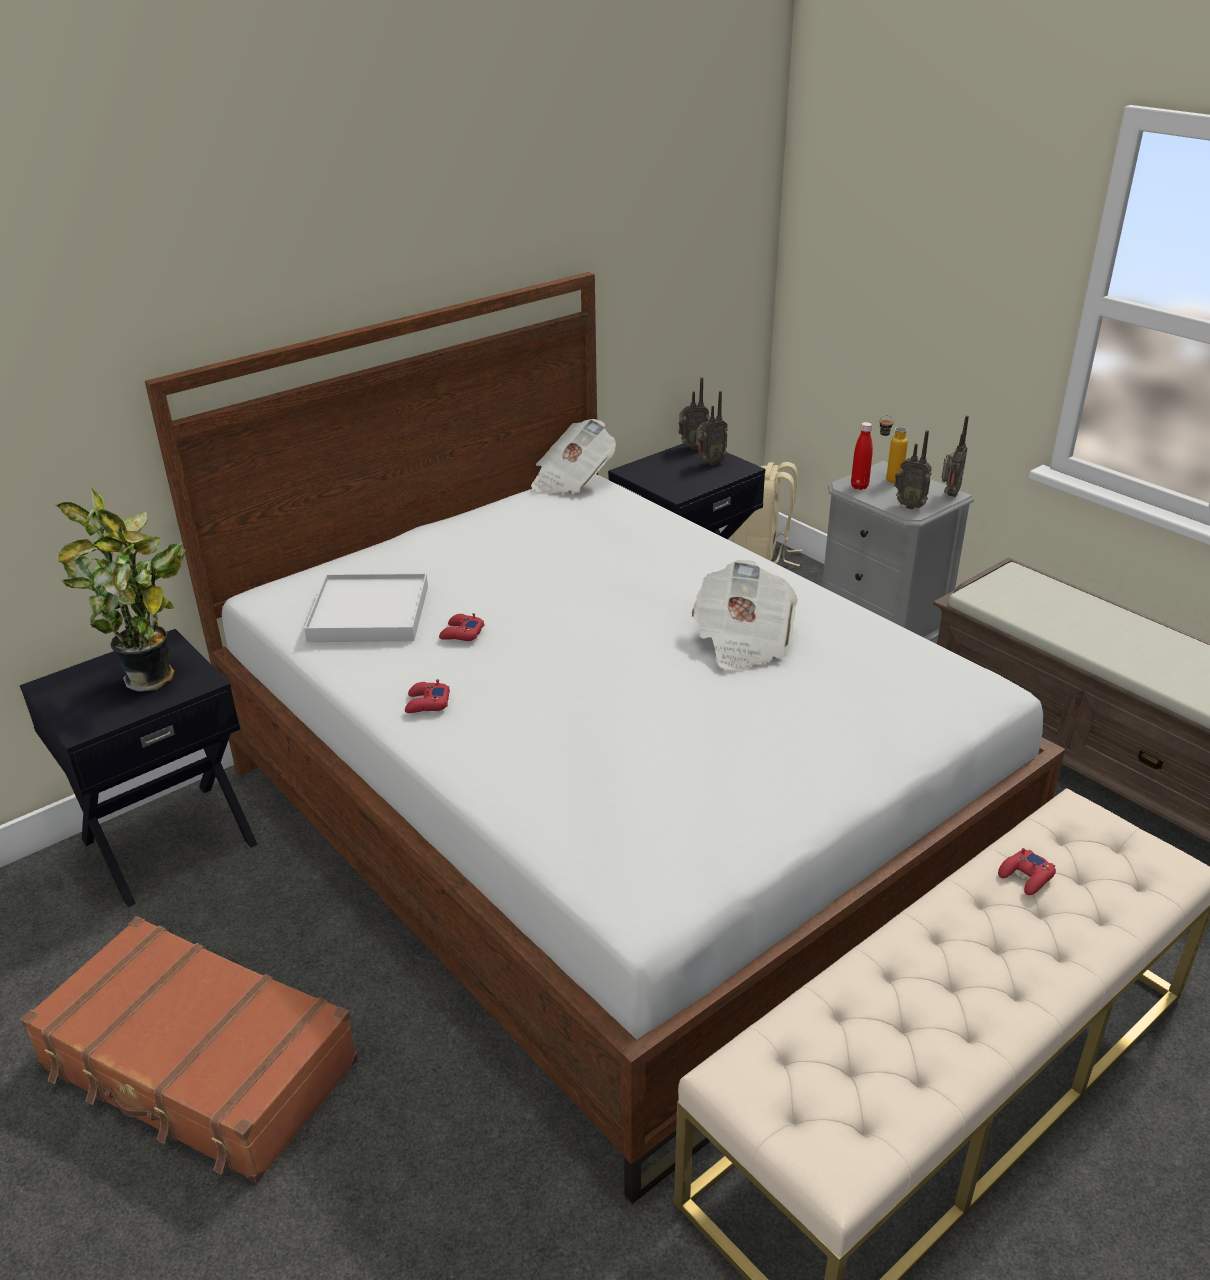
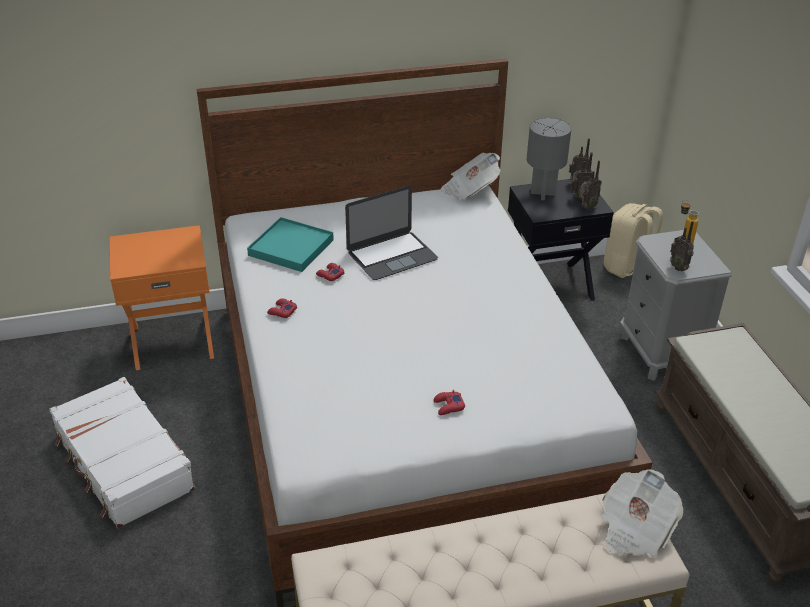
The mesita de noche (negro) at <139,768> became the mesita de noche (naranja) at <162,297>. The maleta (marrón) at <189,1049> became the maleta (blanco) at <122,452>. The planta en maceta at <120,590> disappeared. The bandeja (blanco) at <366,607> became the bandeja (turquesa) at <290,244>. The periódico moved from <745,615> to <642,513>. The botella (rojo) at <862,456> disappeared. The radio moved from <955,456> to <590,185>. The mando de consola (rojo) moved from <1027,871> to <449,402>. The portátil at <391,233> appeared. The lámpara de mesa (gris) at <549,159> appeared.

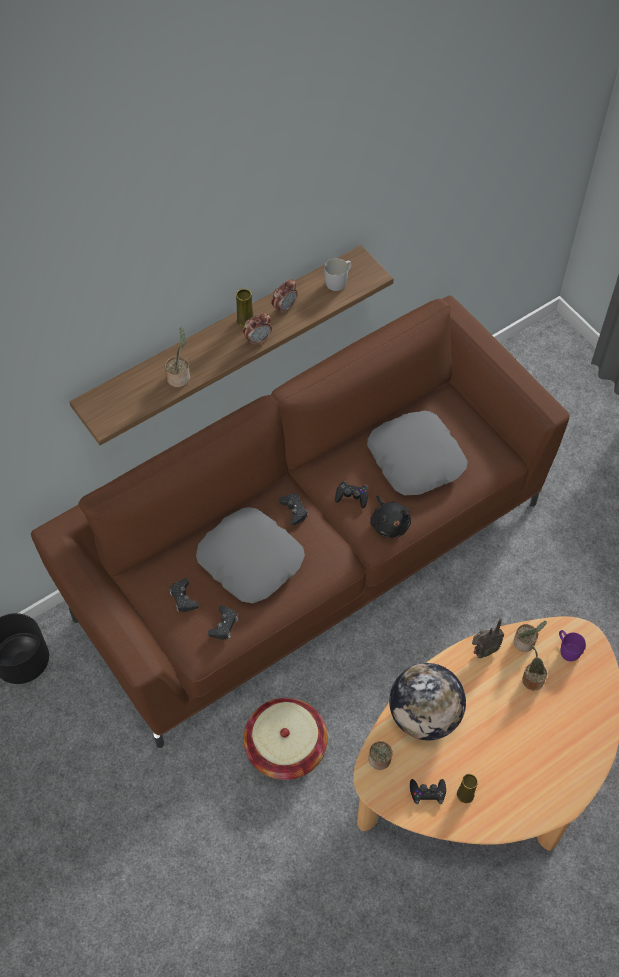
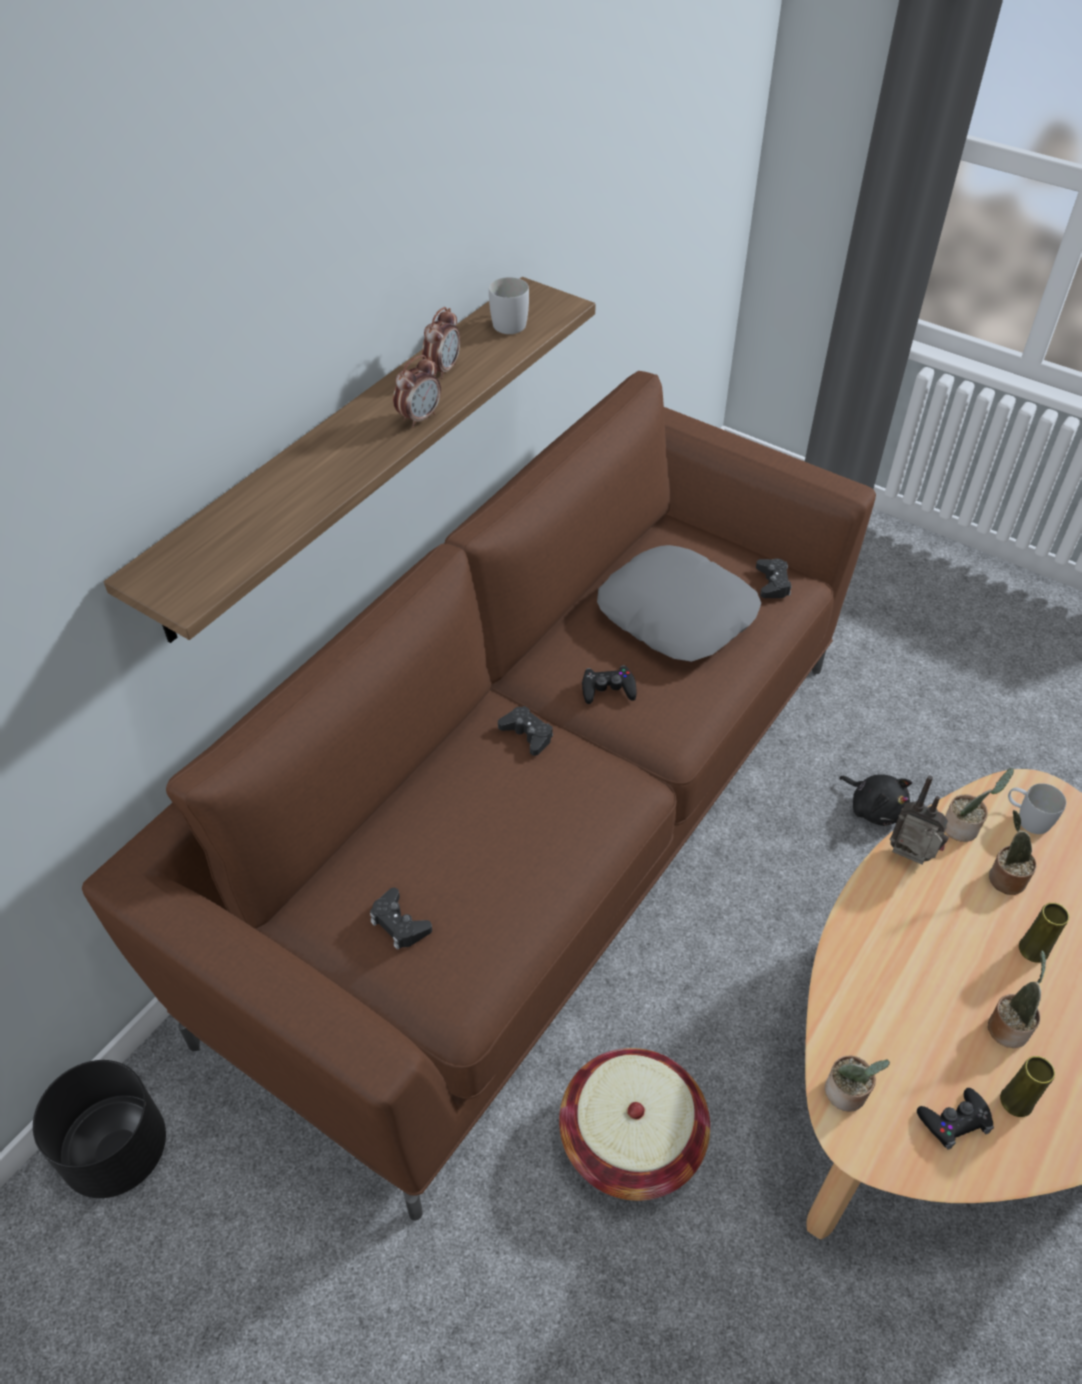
The planta en maceta moved from <177,357> to <1017,999>. The cojín (gris) at <250,555> disappeared. The mando de consola (negro) moved from <223,622> to <774,578>. The florero (amarillo) moved from <245,308> to <1044,933>. The peluche (negro) moved from <390,517> to <875,800>. The globo terráqueo at <427,701> disappeared. The radio at <488,638> turned 105 degrees counterclockwise. The taza grande (morado) at <572,645> became the taza grande (blanco) at <1037,808>.

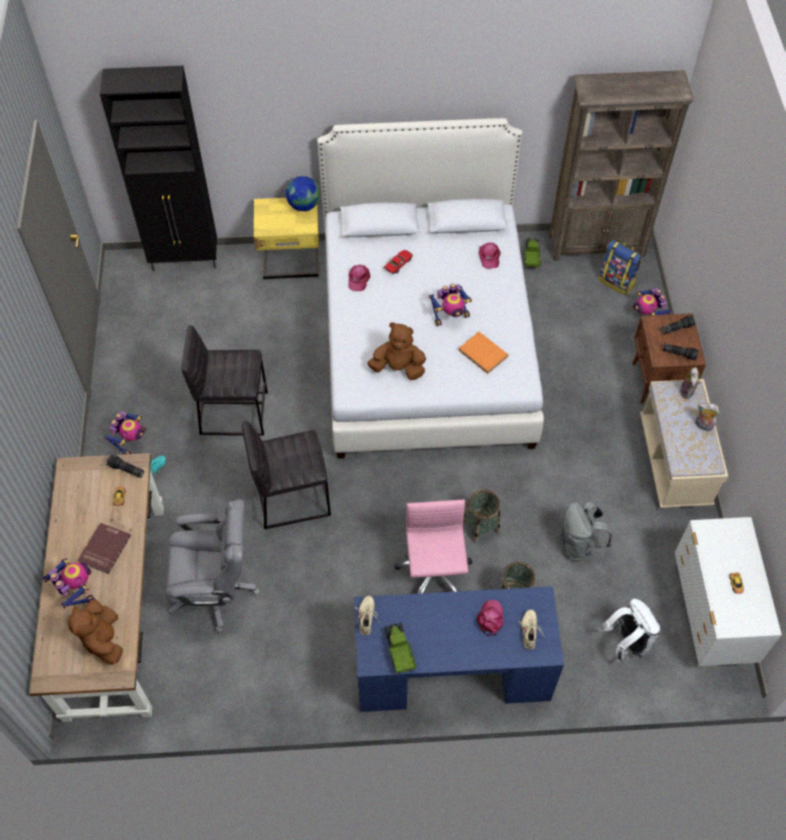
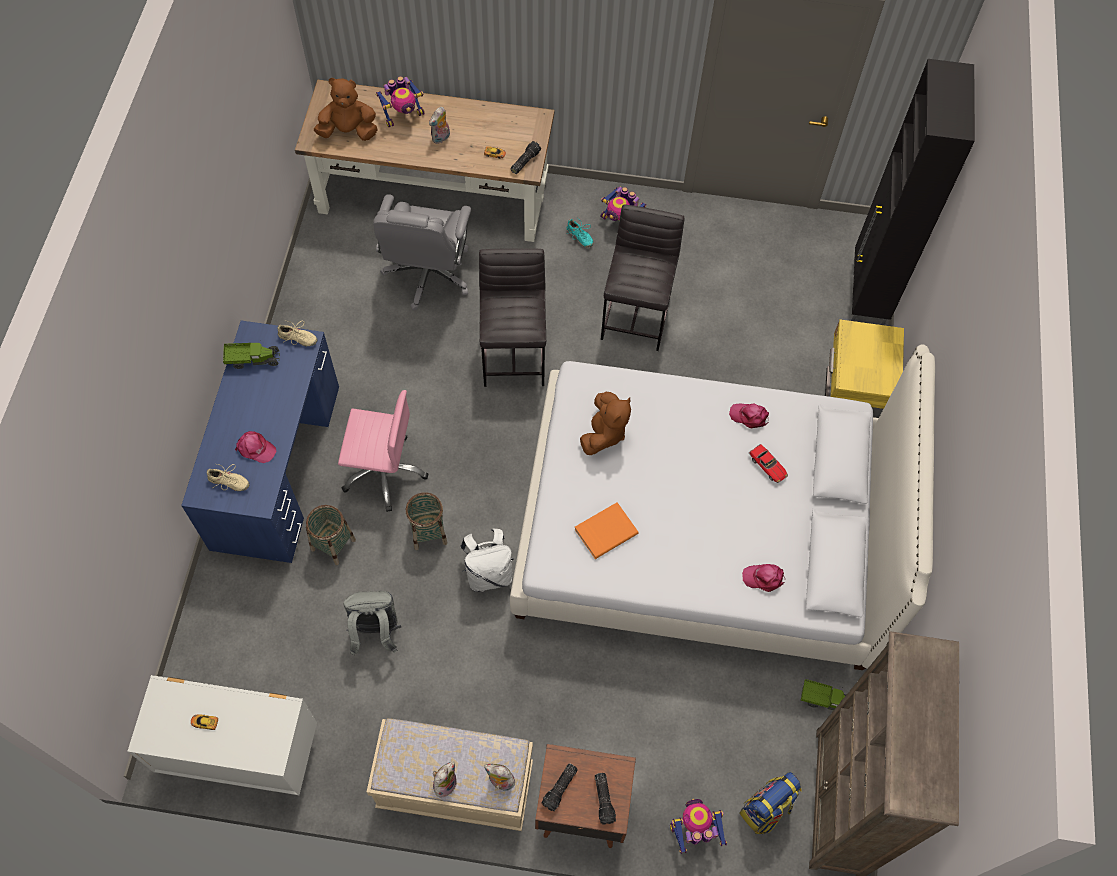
The libro (rojo) at <104,548> was replaced by the peluche at <439,125>. The globo terráqueo at <303,193> disappeared. The robot de juguete at <450,305> disappeared. The mochila (blanco) moved from <630,631> to <487,560>.

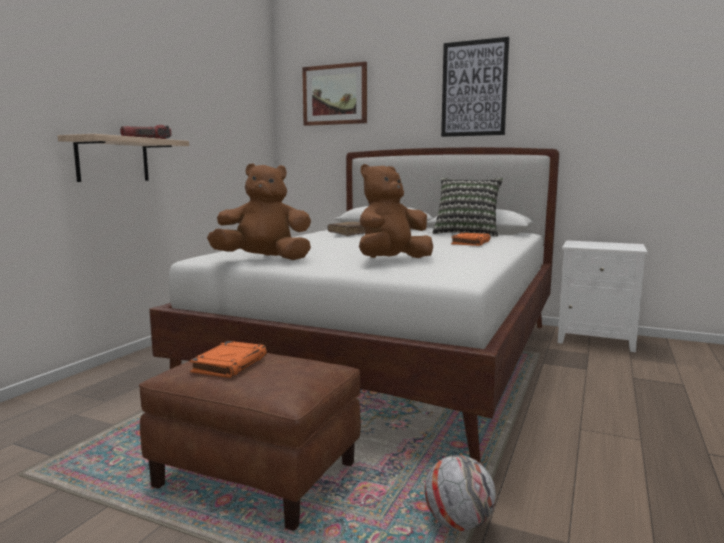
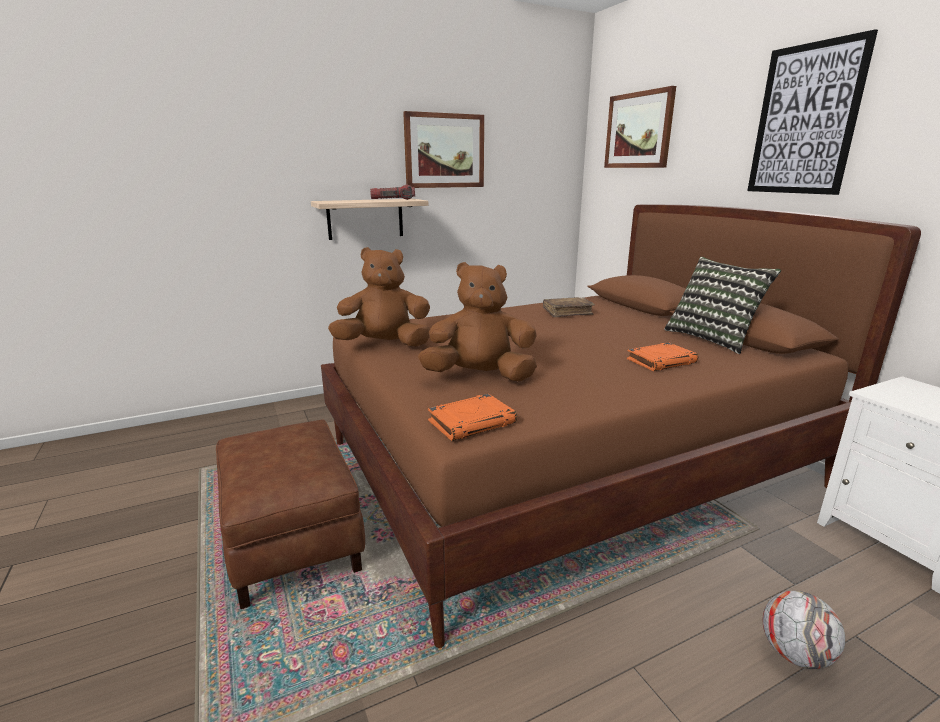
The cama (blanco) at <354,305> became the cama (marrón) at <621,426>. The libro (naranja) moved from <228,359> to <472,417>. The peluche (marrón) at <259,212> turned 45 degrees counterclockwise. The balón de fútbol moved from <460,493> to <804,630>. The cuadro at <443,149> appeared.

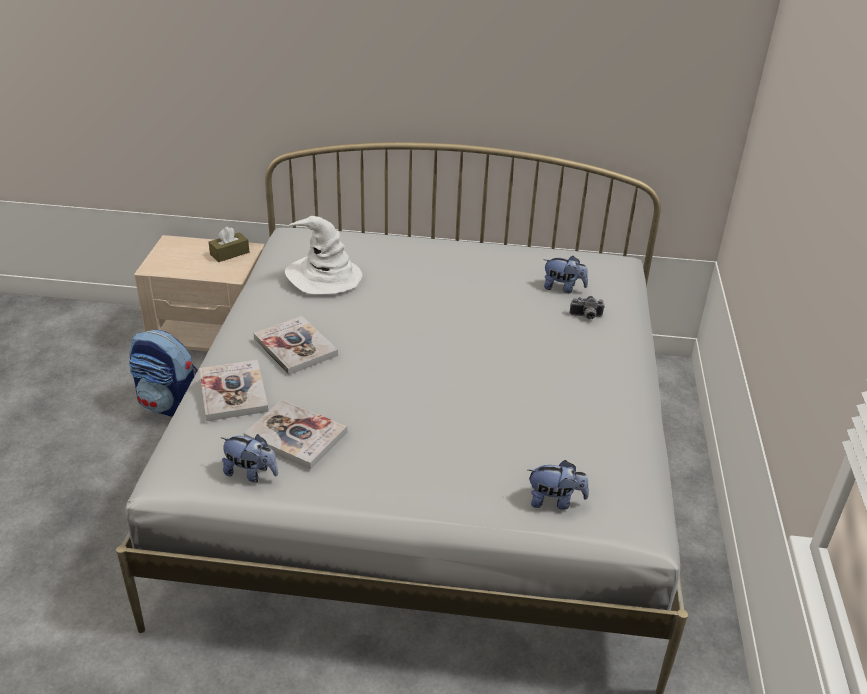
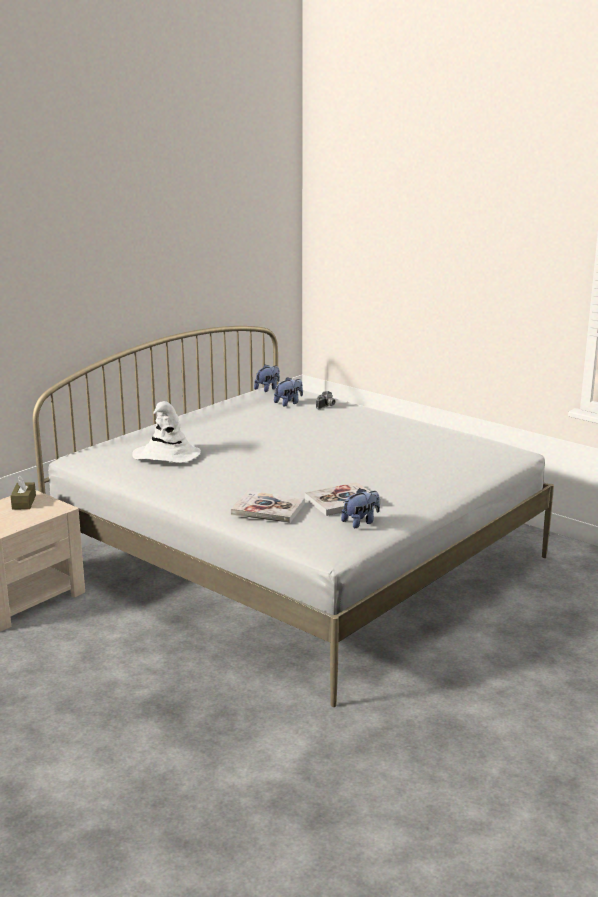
The mochila at <163,373> disappeared. The libro at <296,345> disappeared. The peluche moved from <558,485> to <267,378>.

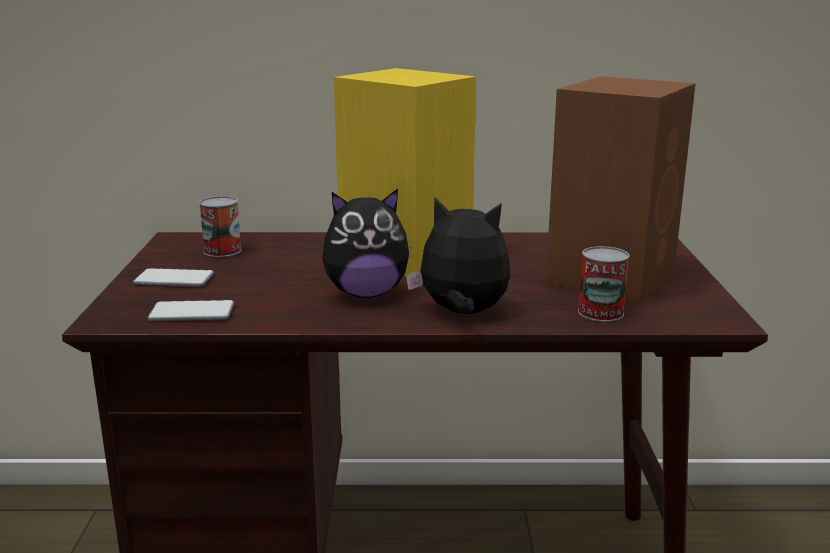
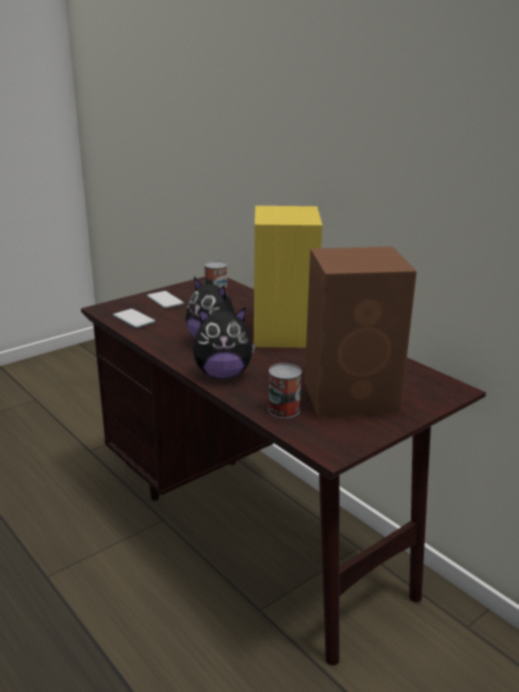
The peluche at <458,256> turned 105 degrees clockwise.

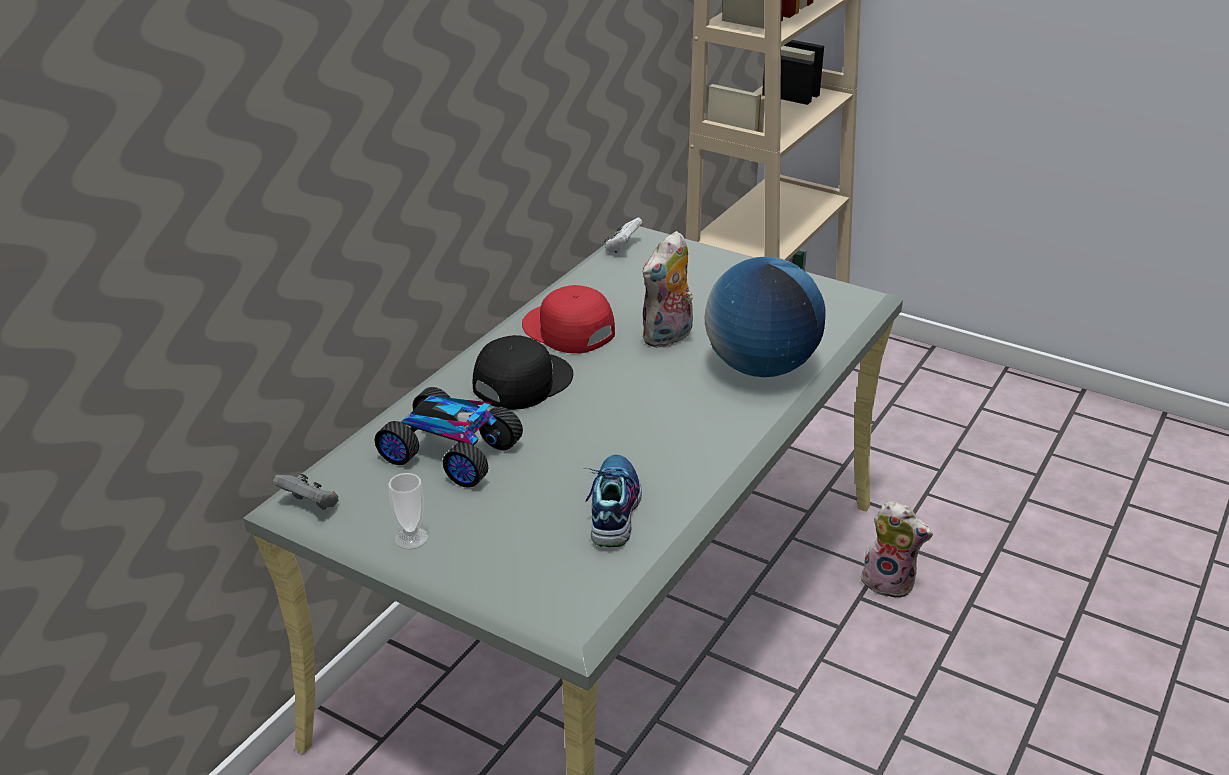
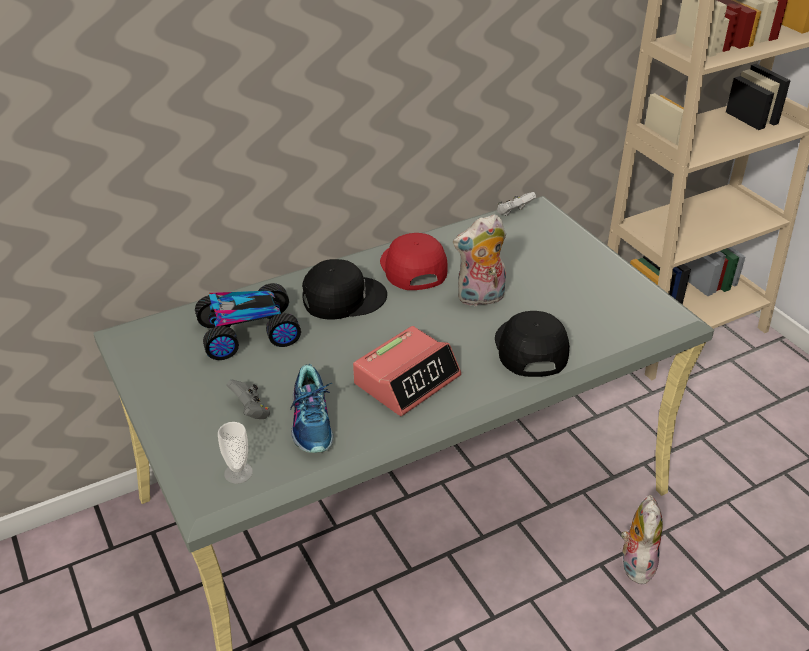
The mando de consola (gris) moved from <306,492> to <248,399>. The coche de juguete at <449,437> turned 105 degrees clockwise. The taza moved from <408,511> to <235,453>. The zapato at <614,500> turned 135 degrees clockwise. The globo terráqueo at <764,316> was replaced by the gorra (negro) at <532,344>. The peluche at <897,550> turned 135 degrees counterclockwise. The despertador at <407,371> appeared.

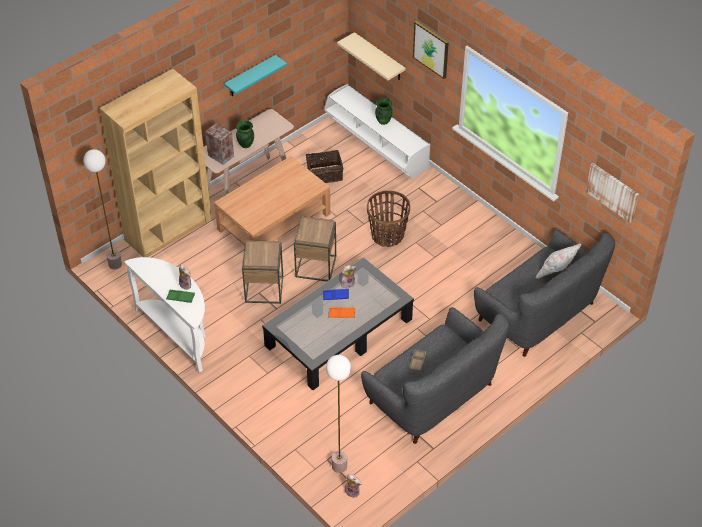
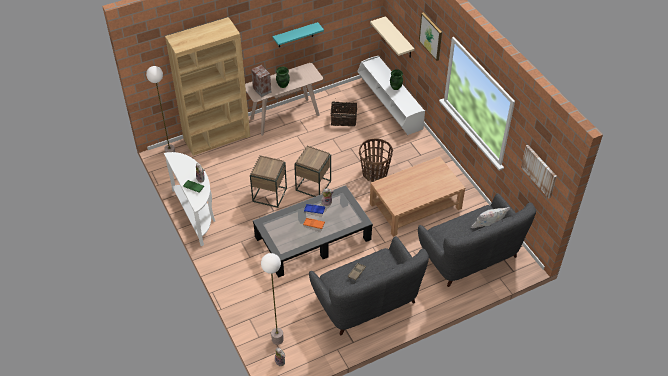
The mesa de centro (marrón) moved from <272,200> to <417,196>.

